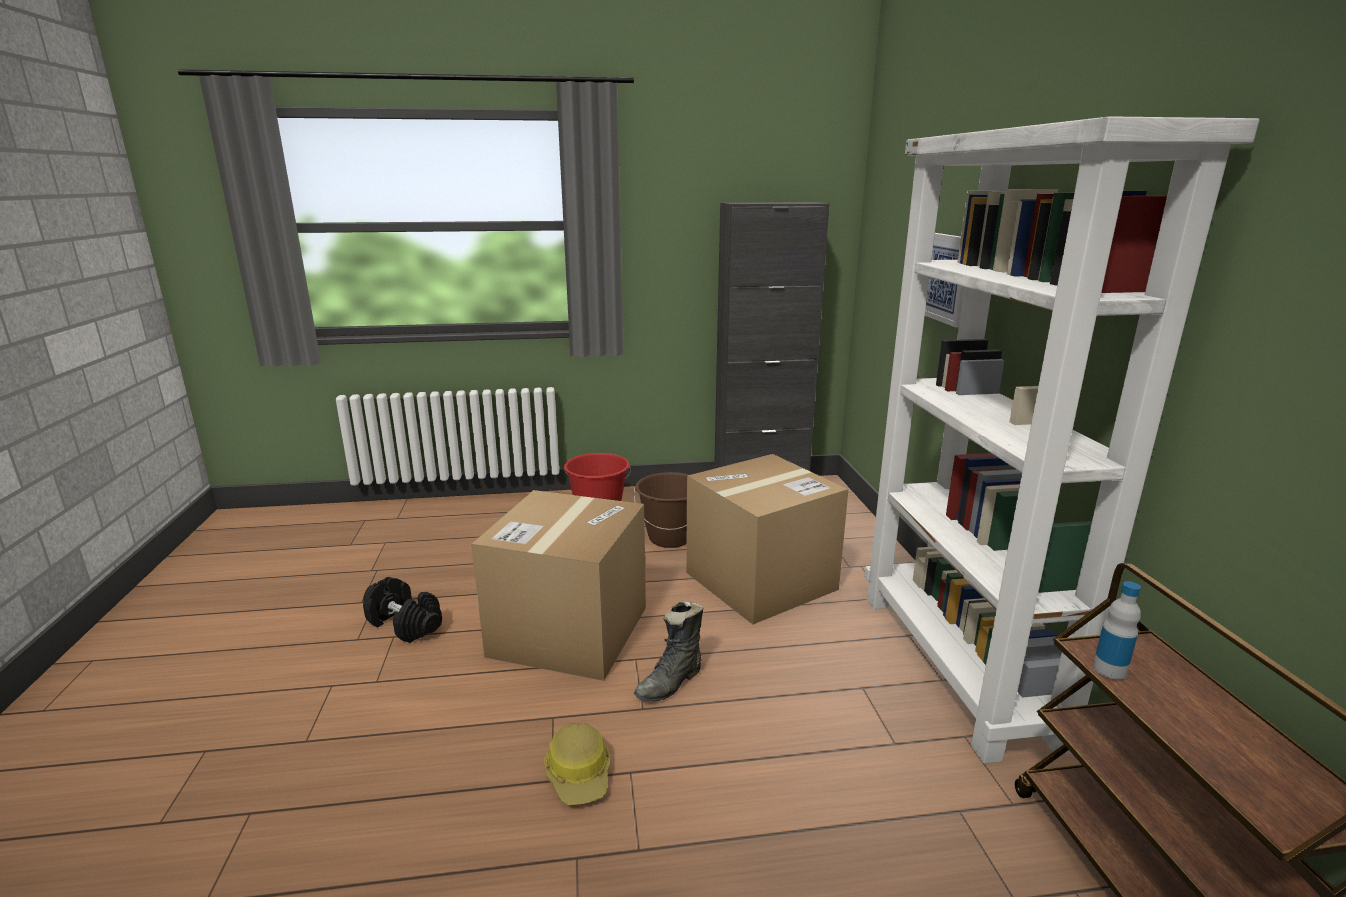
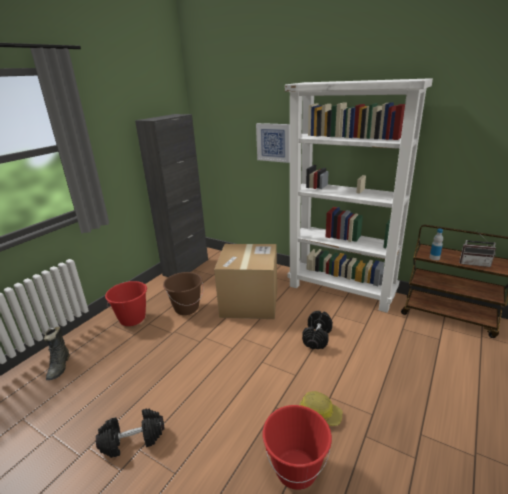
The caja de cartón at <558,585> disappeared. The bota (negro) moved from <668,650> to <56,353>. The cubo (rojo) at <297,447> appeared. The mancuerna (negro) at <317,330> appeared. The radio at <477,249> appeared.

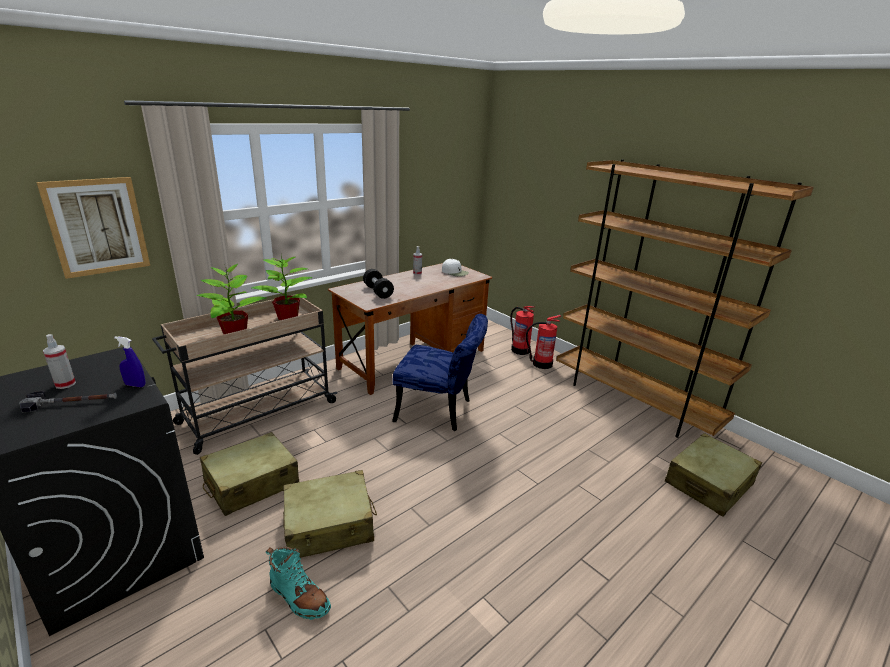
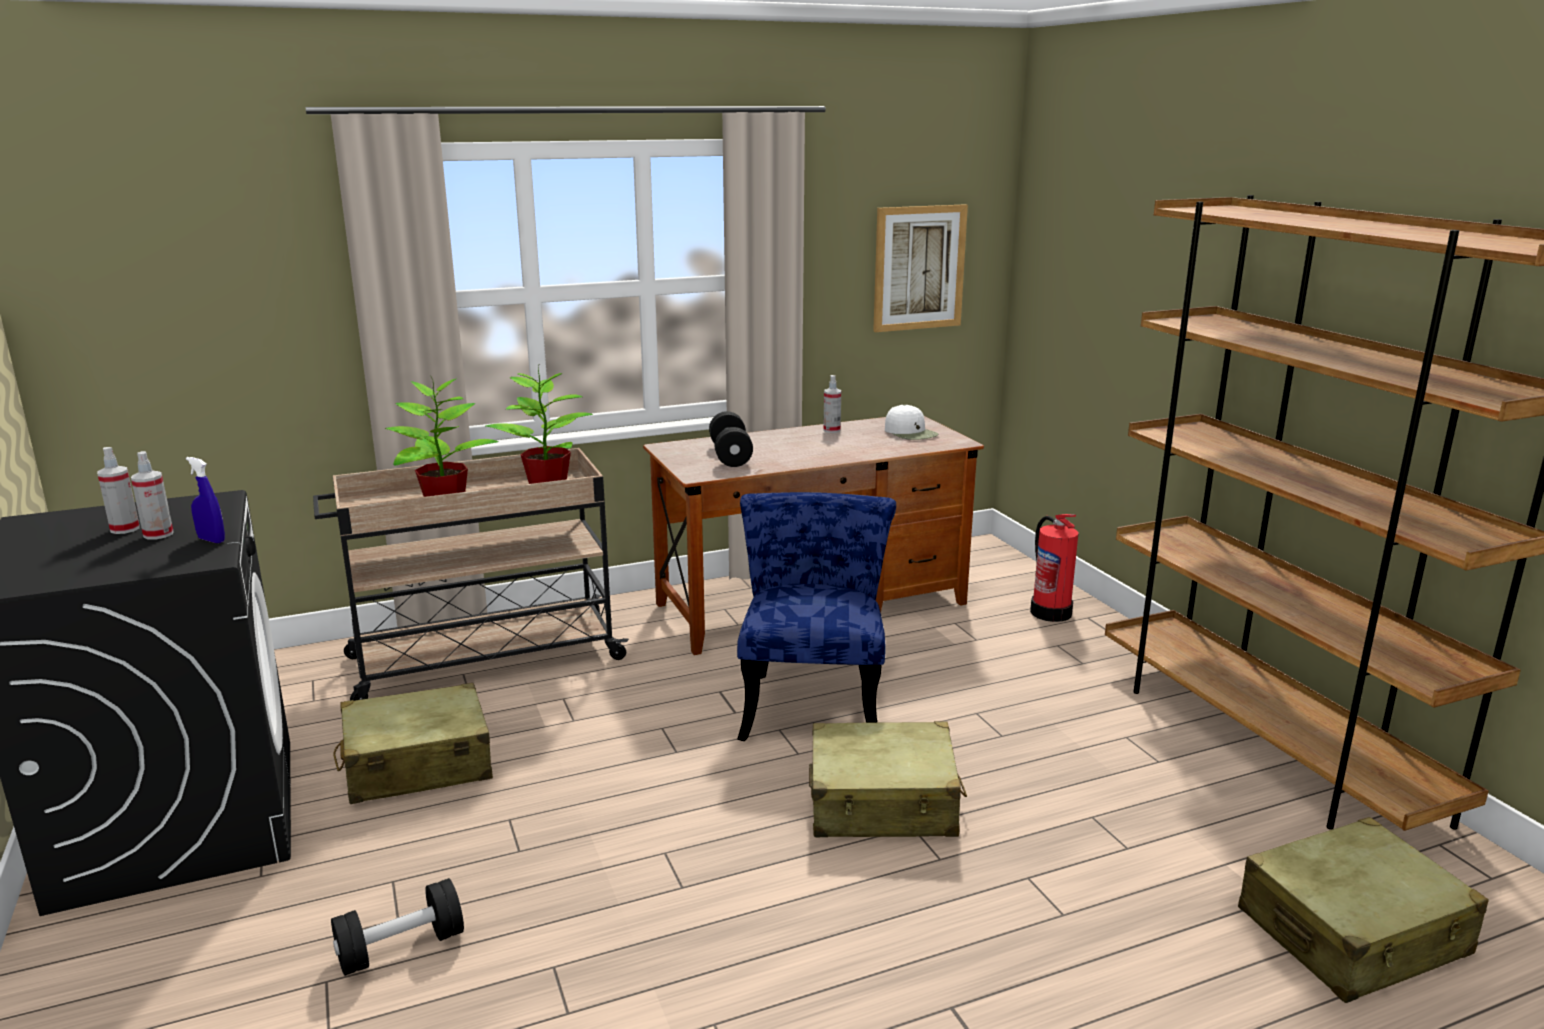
The martillo at <68,401> disappeared. The cuadro moved from <93,228> to <920,268>. The bota (turquesa) at <298,583> was replaced by the mancuerna (negro) at <397,927>. The maleta (beis) moved from <330,514> to <888,779>. The silla (azul) at <440,372> turned 120 degrees counterclockwise. The extintor at <543,342> disappeared. The pulverizador at <152,495> appeared.

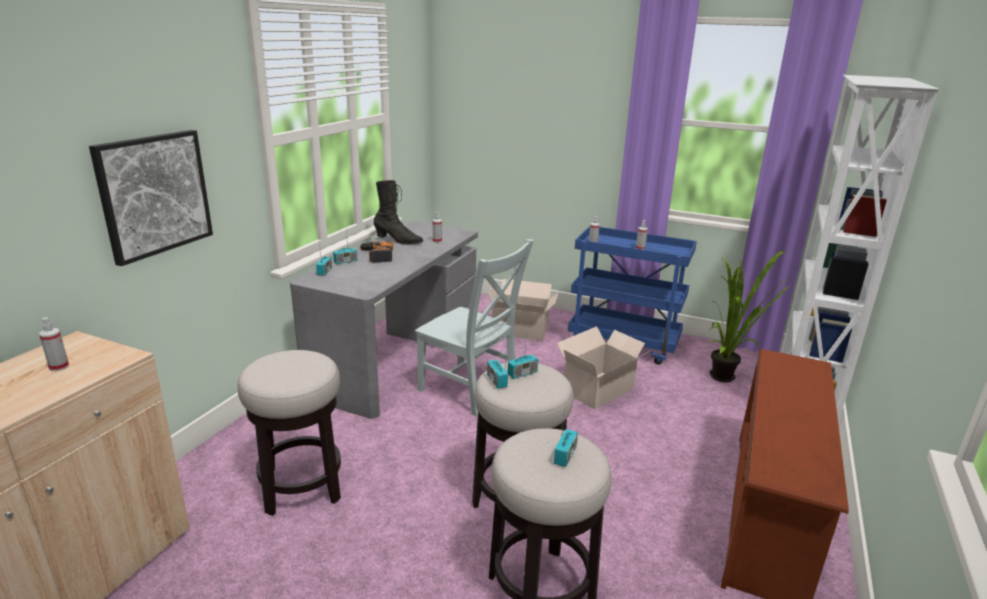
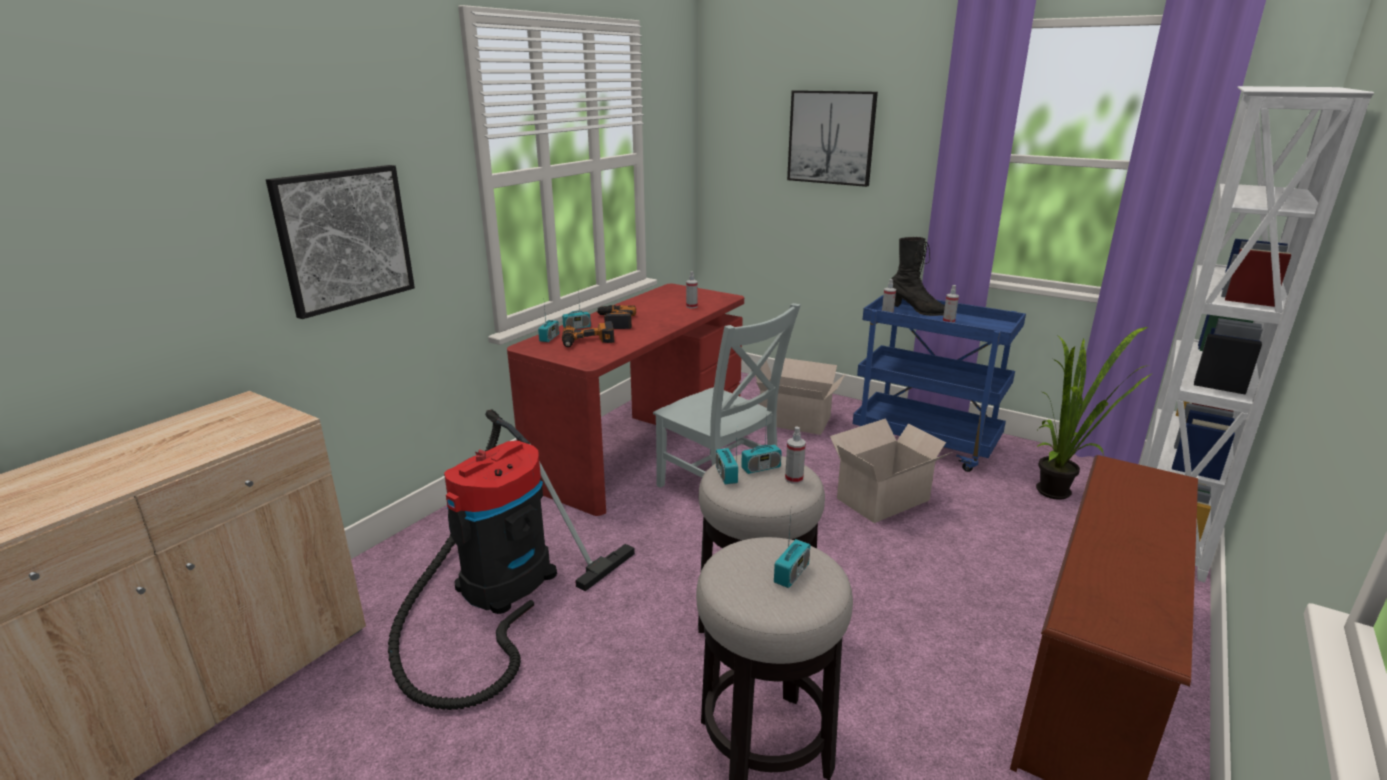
The pulverizador moved from <54,344> to <795,455>. The taburete at <289,433> was replaced by the aspiradora at <511,559>. The escritorio (gris) at <384,320> became the escritorio (rojo) at <625,400>. The bota (negro) moved from <398,212> to <918,276>. The taladro at <588,334> appeared. The cuadro at <832,138> appeared.

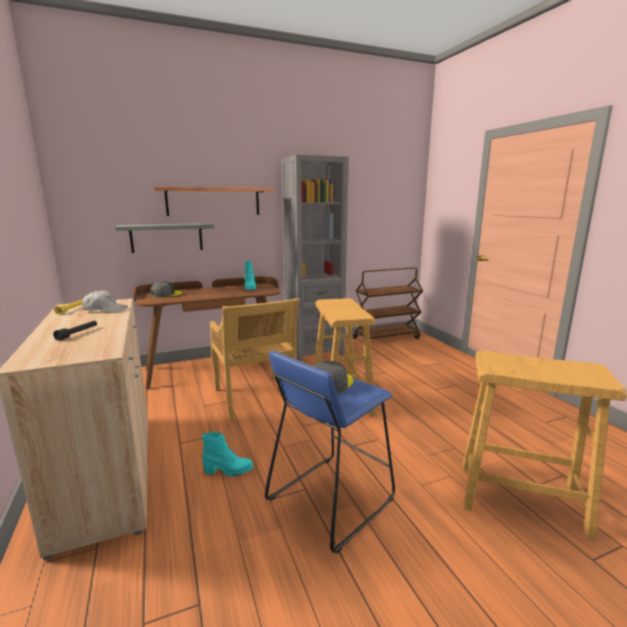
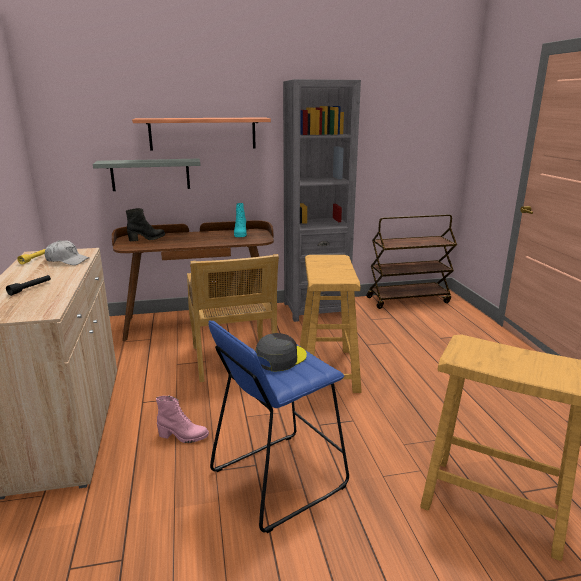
The gorra (gris) at <166,289> was replaced by the bota (negro) at <145,224>. The bota (turquesa) at <227,454> became the bota (rosa) at <182,419>.

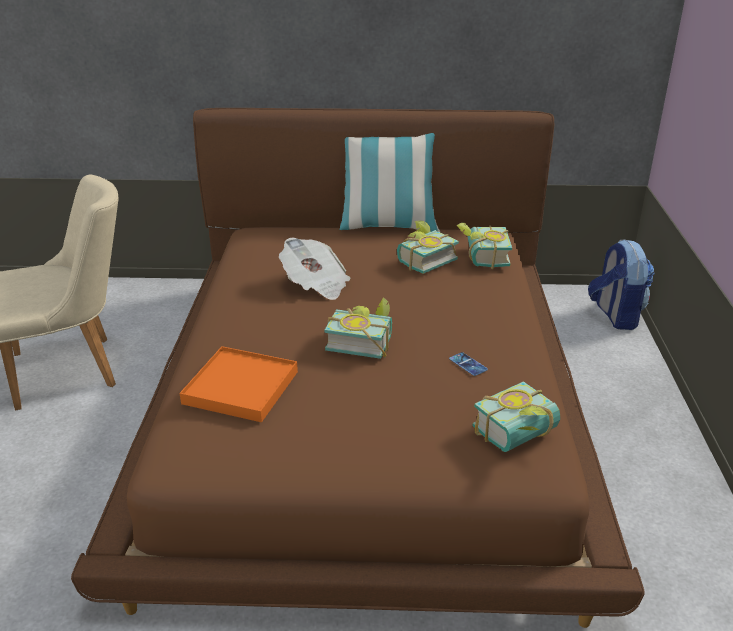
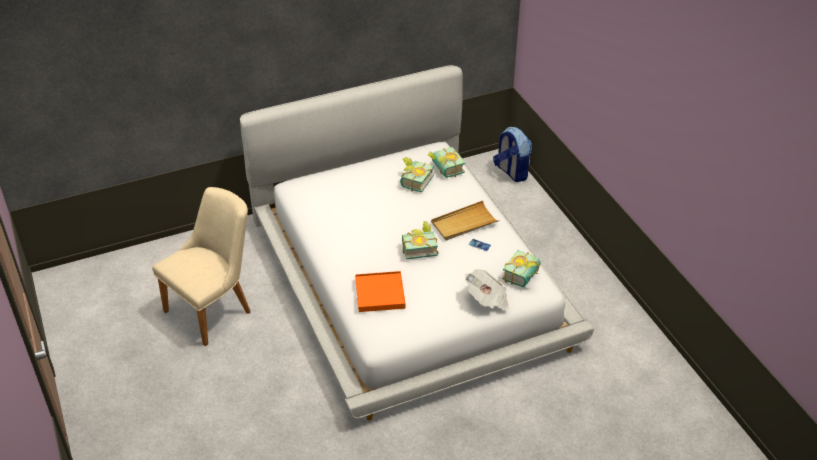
The cama (marrón) at <358,368> became the cama (blanco) at <417,242>. The periódico moved from <315,268> to <487,289>. The cojín at <390,182> disappeared. The bandeja (beis) at <465,221> appeared.

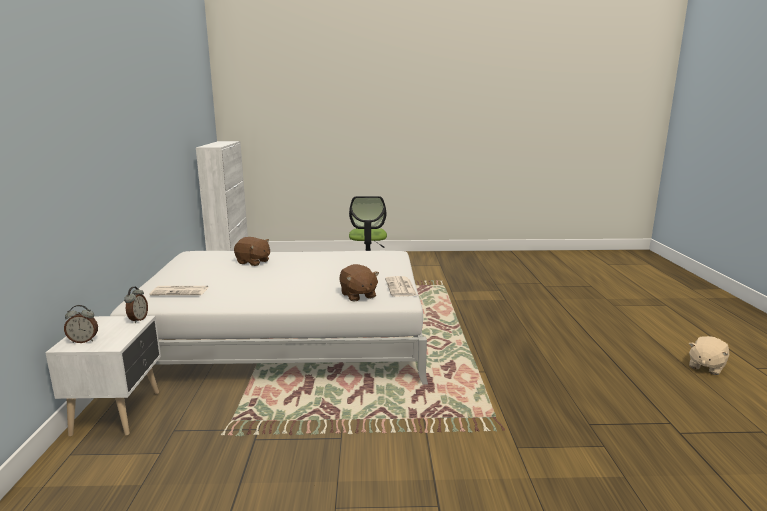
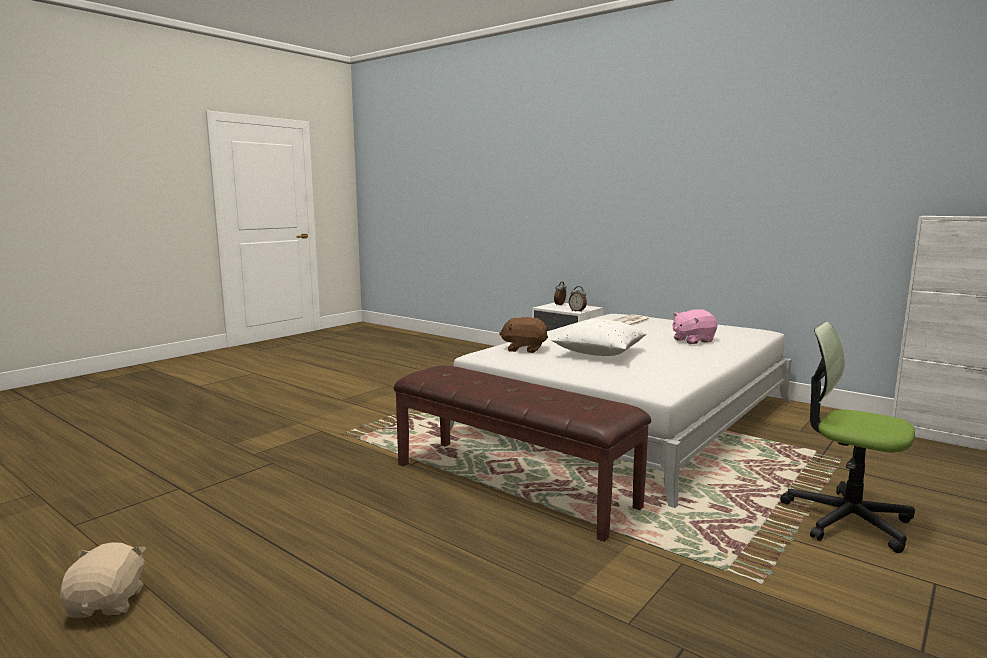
The peluche (marrón) at <252,251> became the peluche (rosa) at <695,326>. The periódico at <401,286> disappeared. The banco (marrón) at <522,453> appeared. The cojín (blanco) at <599,337> appeared.

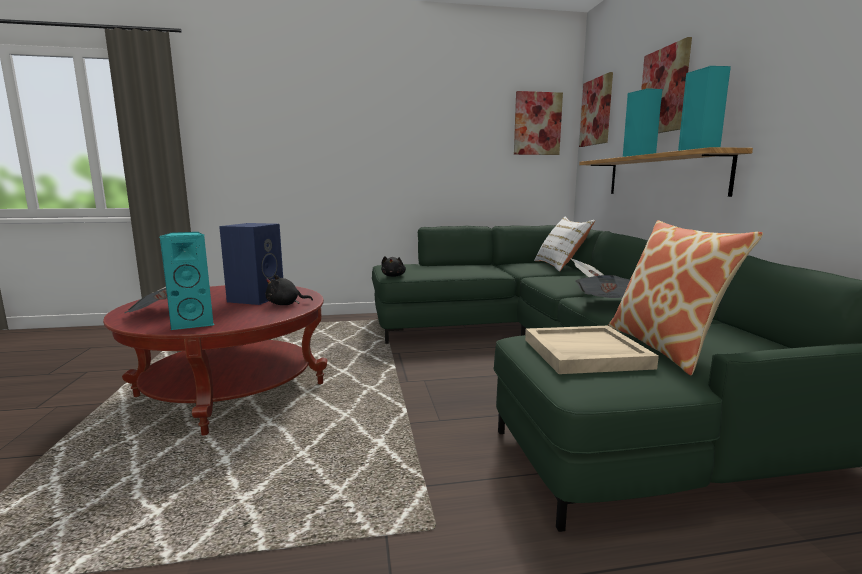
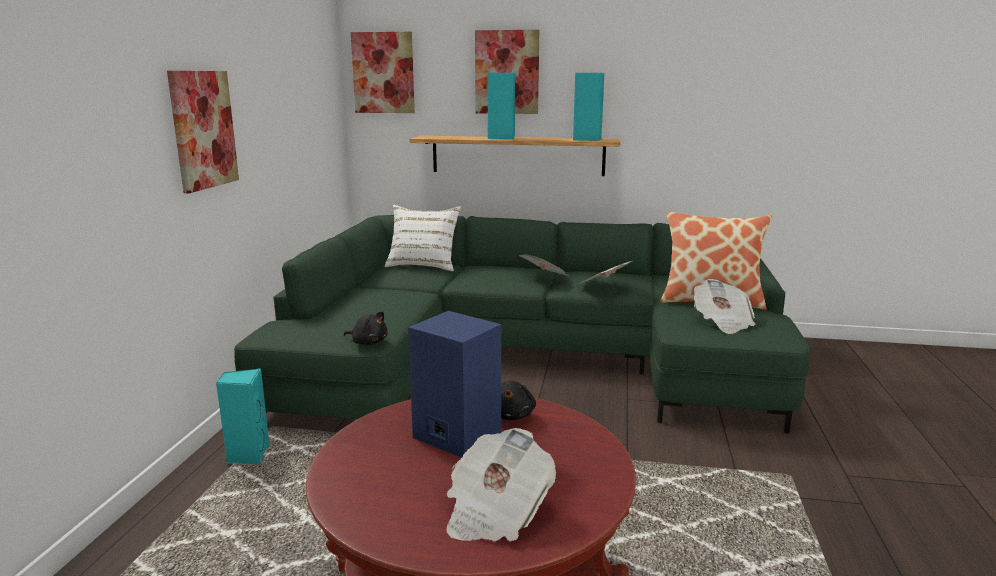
The altavoz (turquesa) moved from <186,281> to <243,417>. The cuadro moved from <538,123> to <203,132>. The bandeja (beis) at <592,350> was replaced by the periódico at <725,306>.

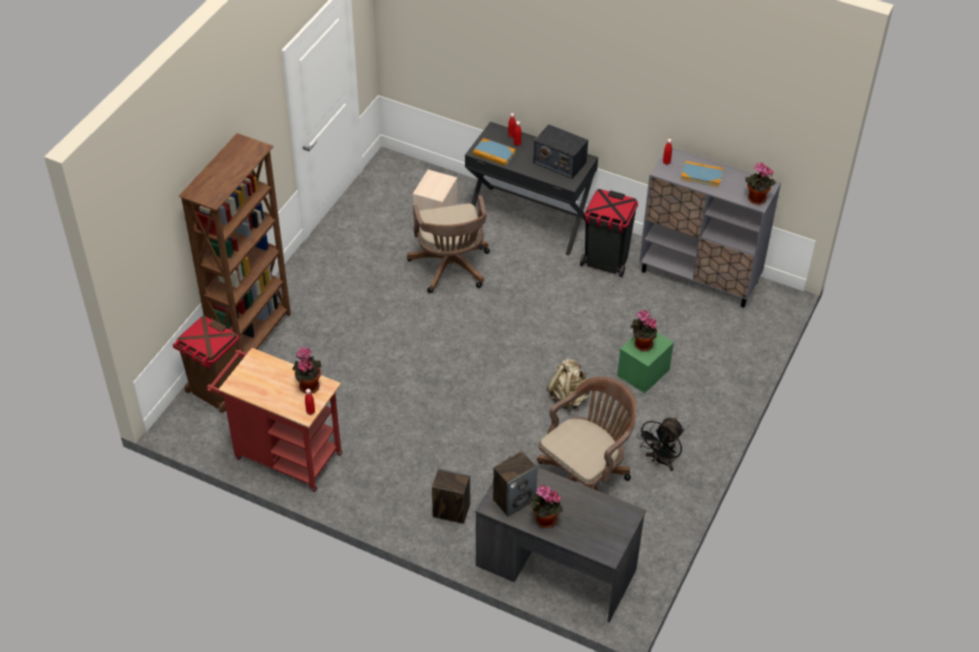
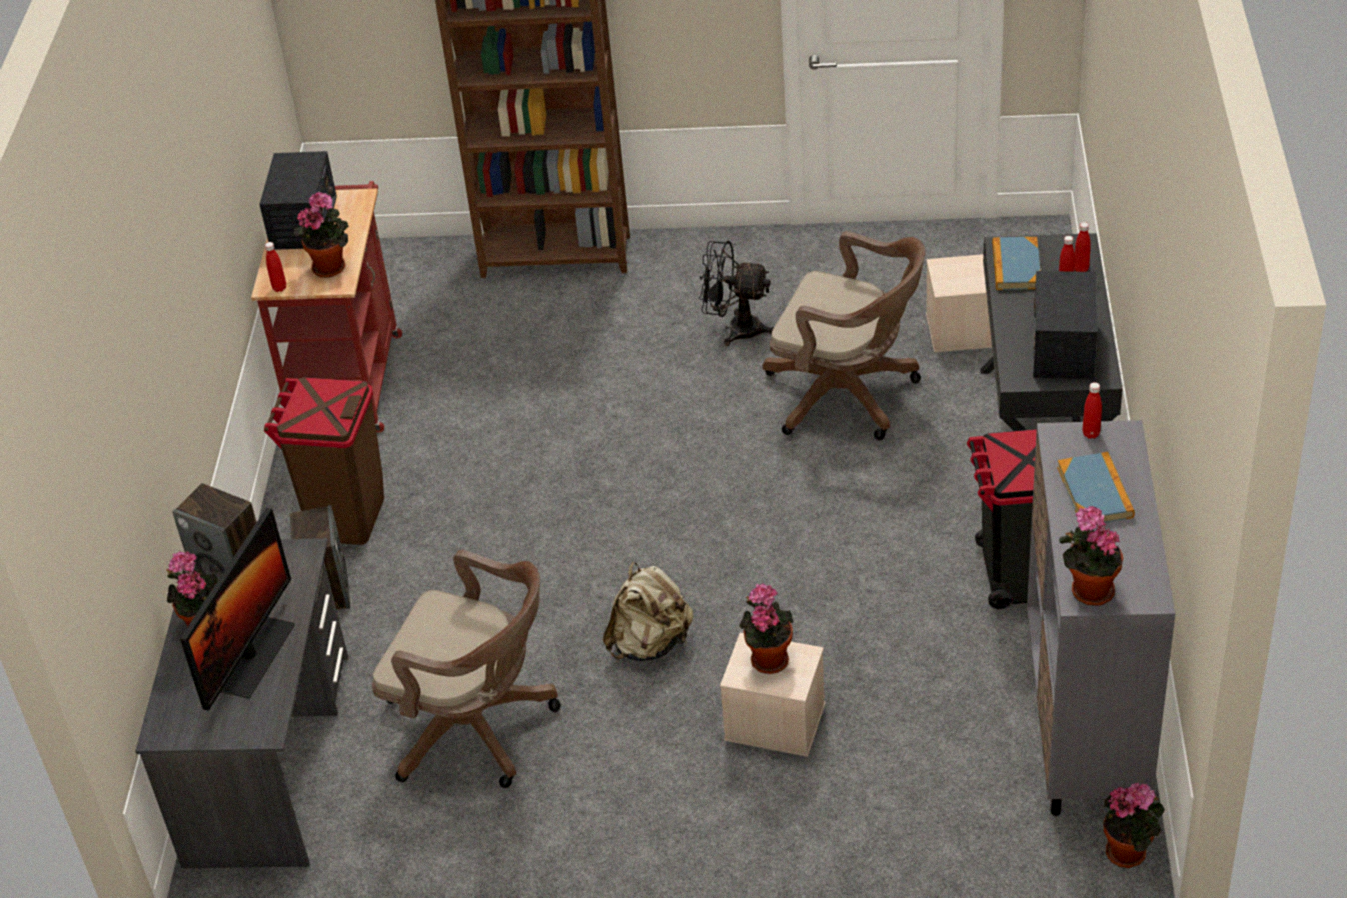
The papelera (marrón) moved from <206,364> to <324,461>. The silla de oficina (marrón) at <448,244> turned 120 degrees counterclockwise. The caja de almacenaje (verde) at <645,362> became the caja de almacenaje (beis) at <773,695>. The ventilador (negro) moved from <660,444> to <736,293>. The monitor at <237,609> appeared. The radio at <298,200> appeared. The planta en maceta at <1134,825> appeared.

